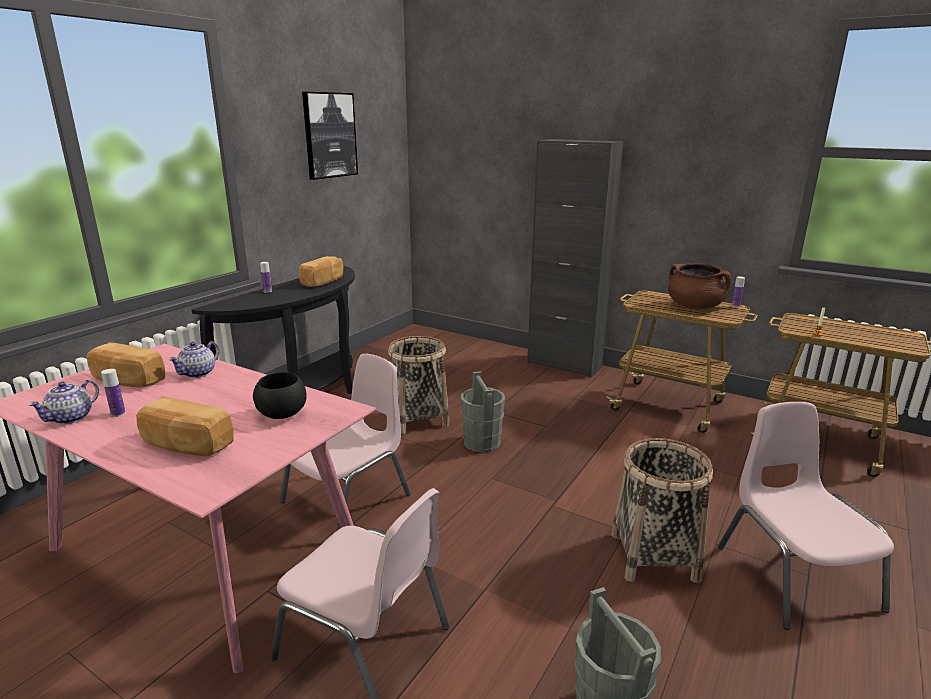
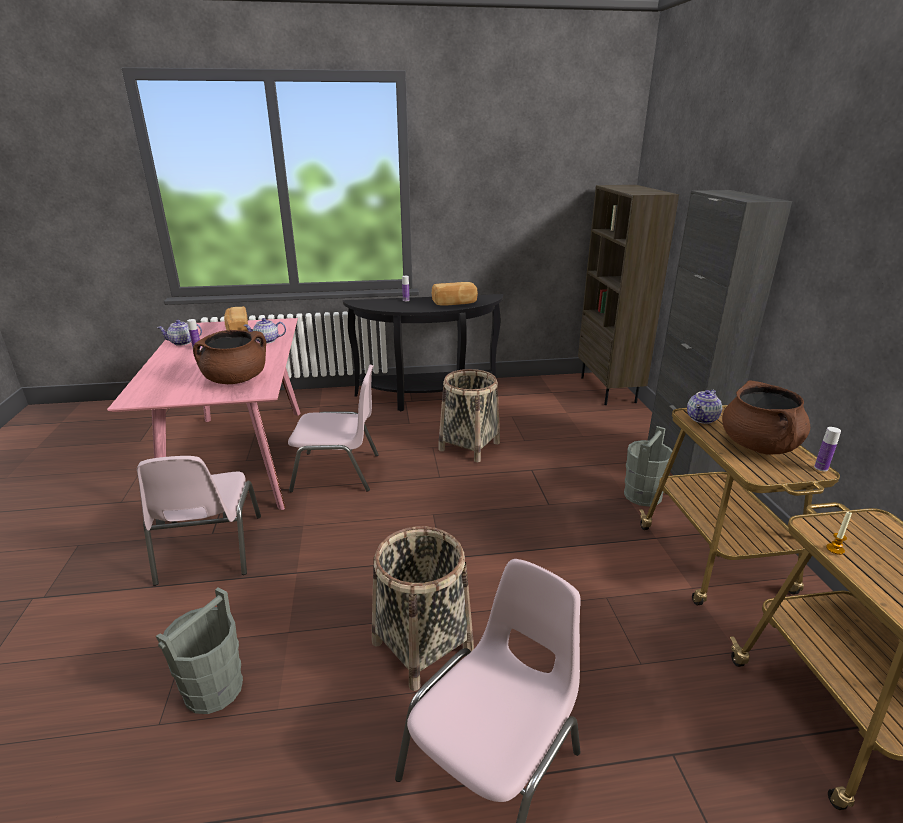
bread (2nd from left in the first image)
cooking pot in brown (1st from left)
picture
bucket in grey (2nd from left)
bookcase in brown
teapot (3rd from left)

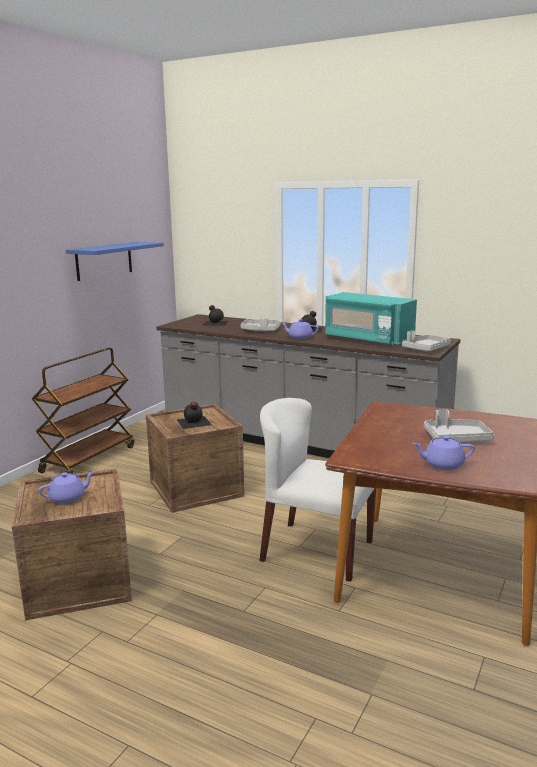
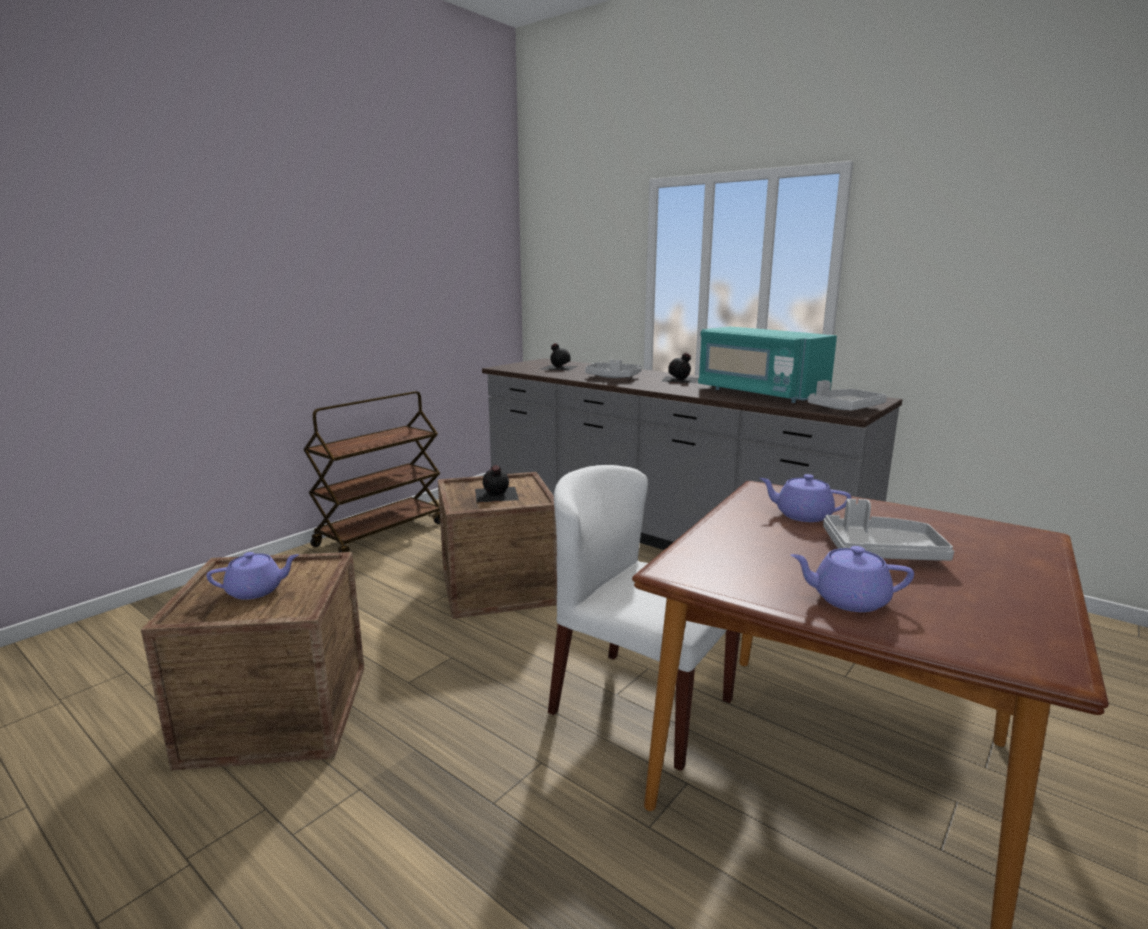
shelf in blue
teapot in purple (2nd from left)

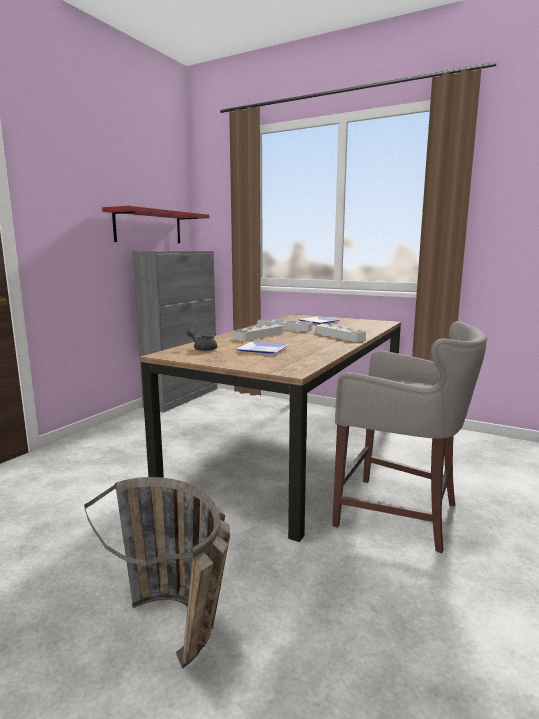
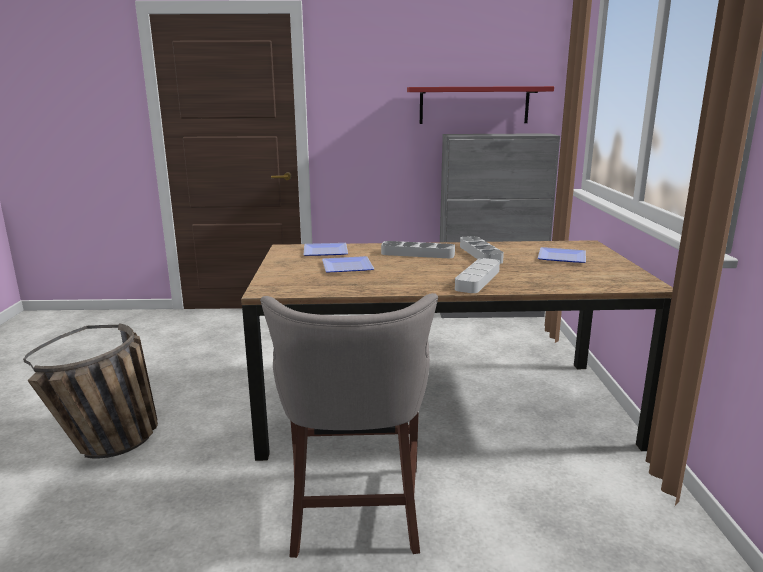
plate (1st from left)

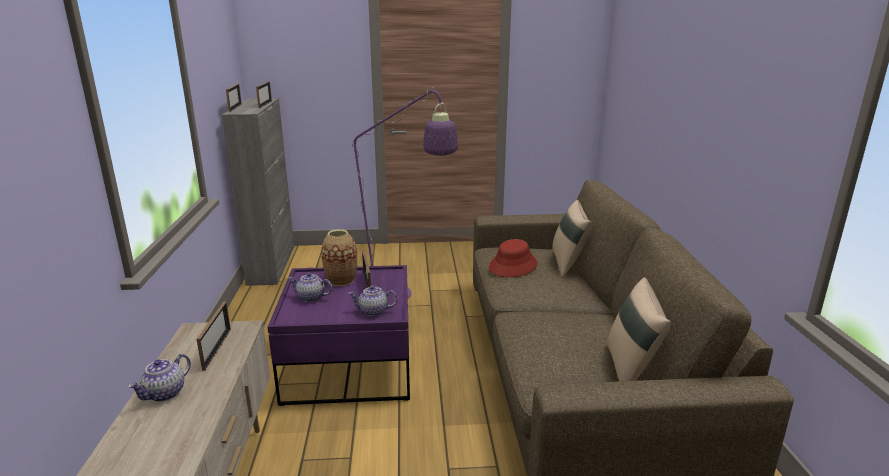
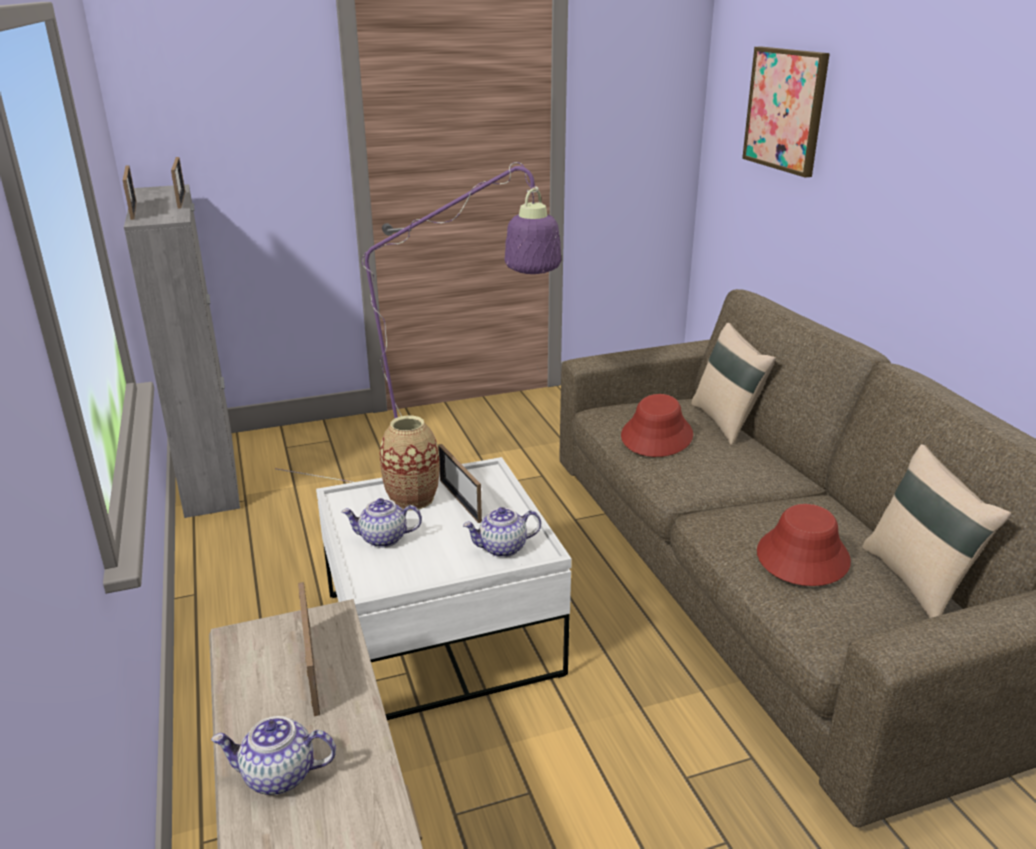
teapot (1st from left)
coffee table in white
picture
hat in red (2nd from left)

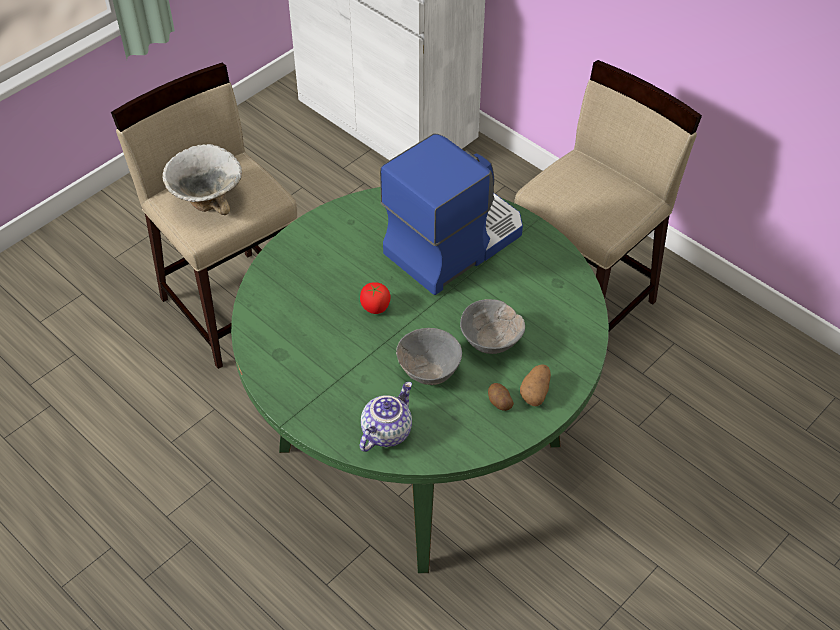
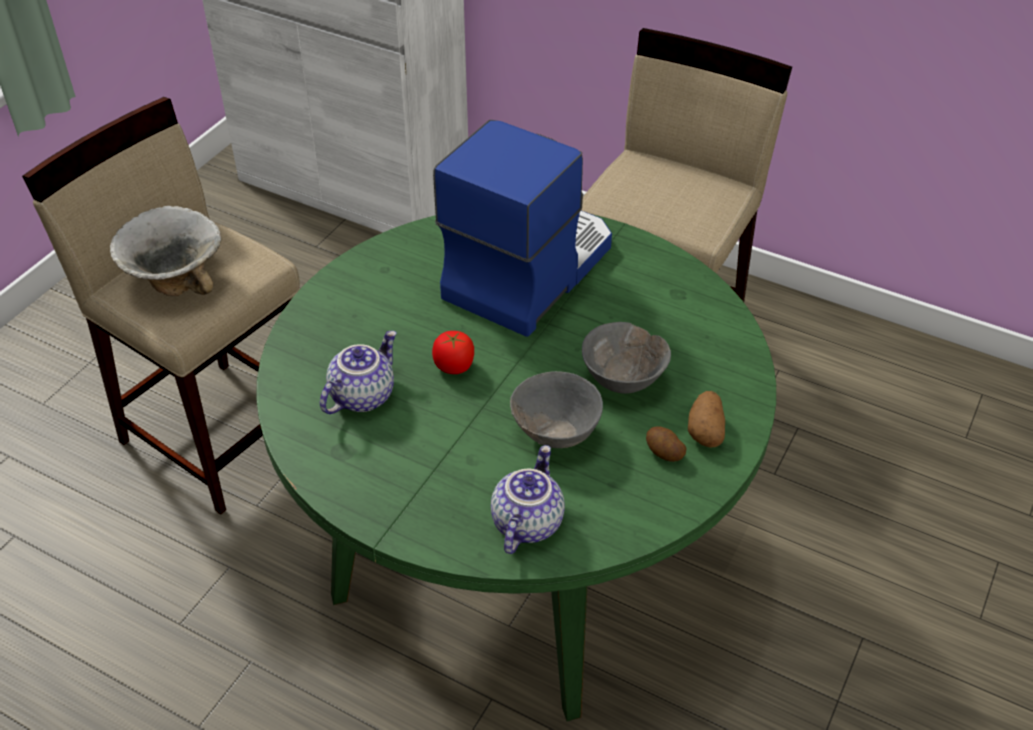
teapot (1st from left)

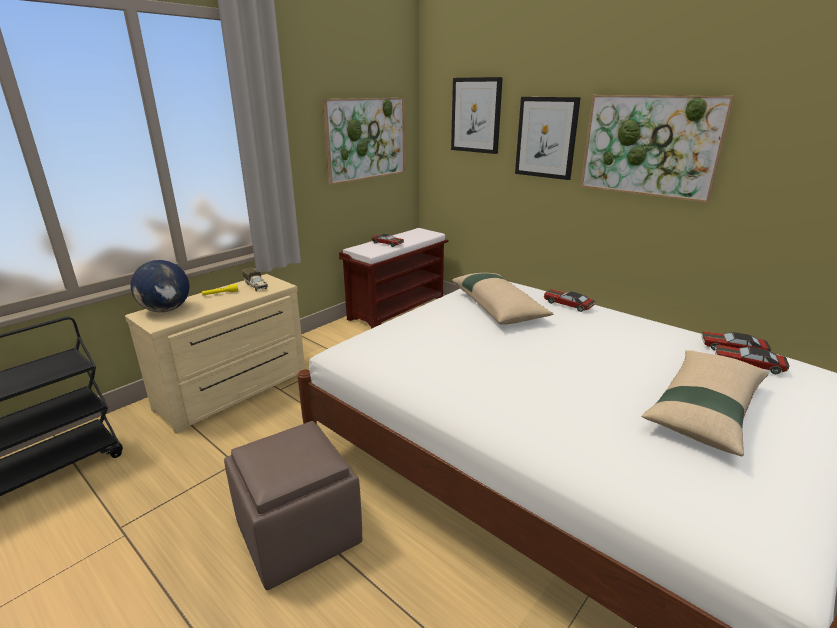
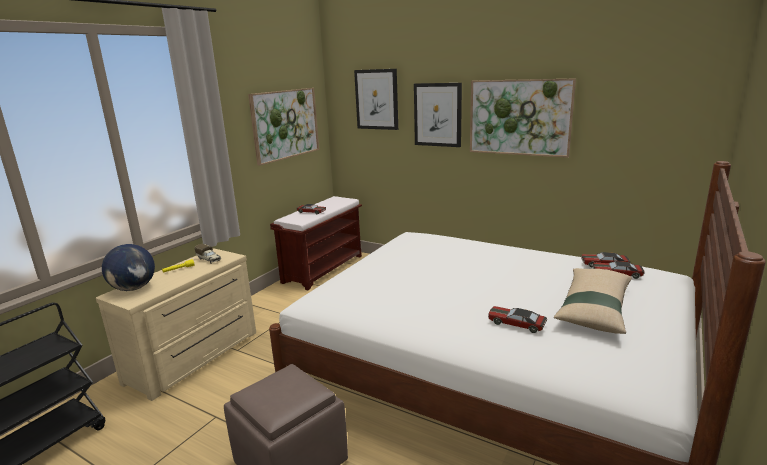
pillow in beige (1st from left in the first image)
toy car (2nd from left)

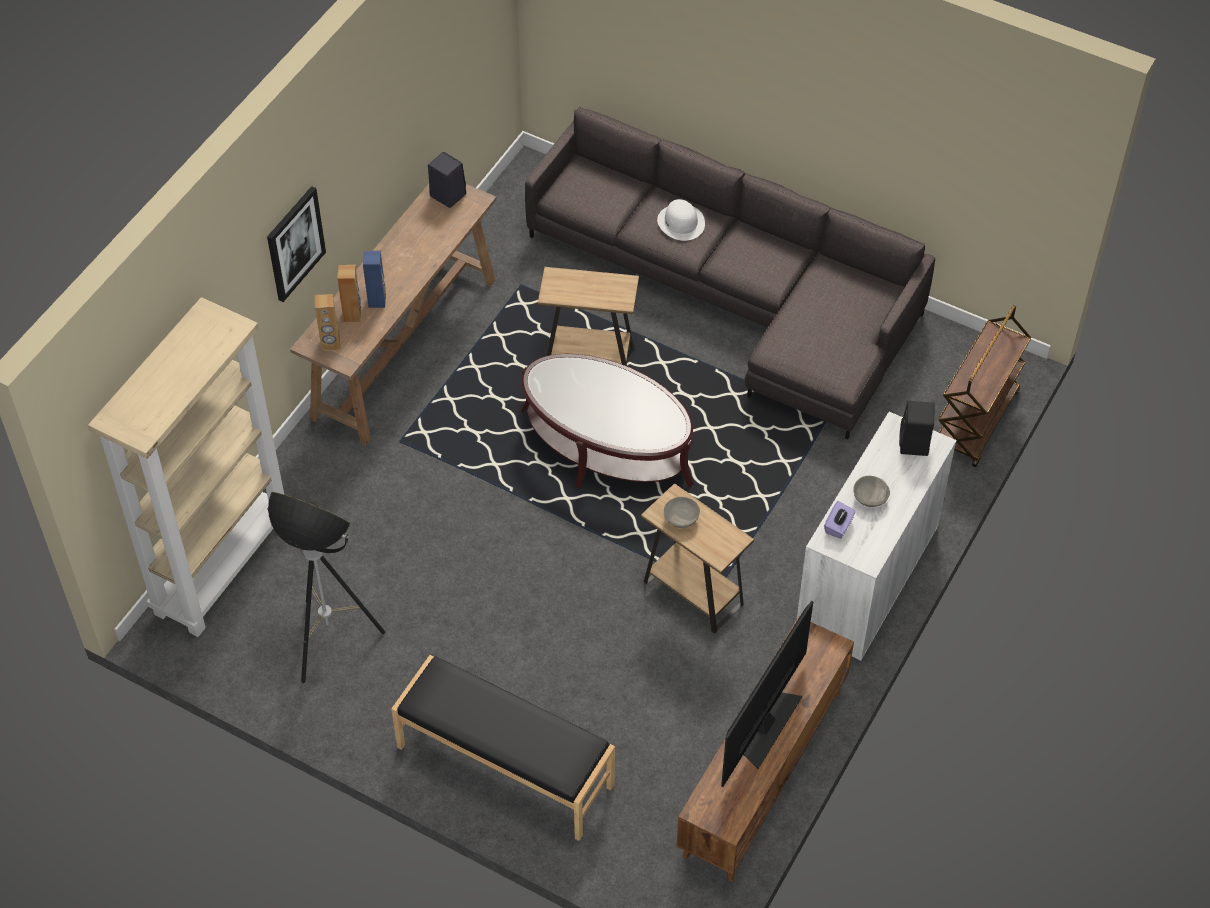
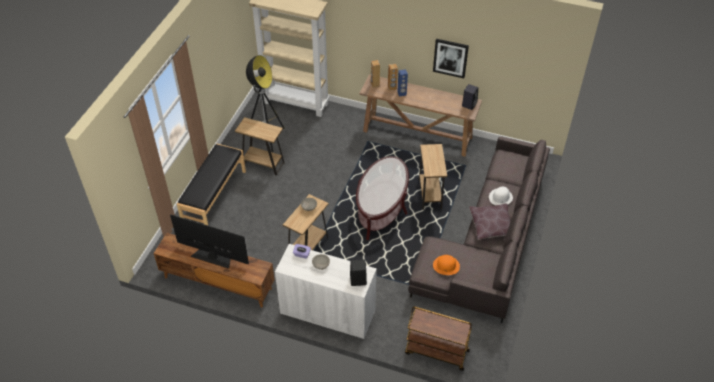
picture
side table in brown (1st from left)
hat in orange
pillow in brown

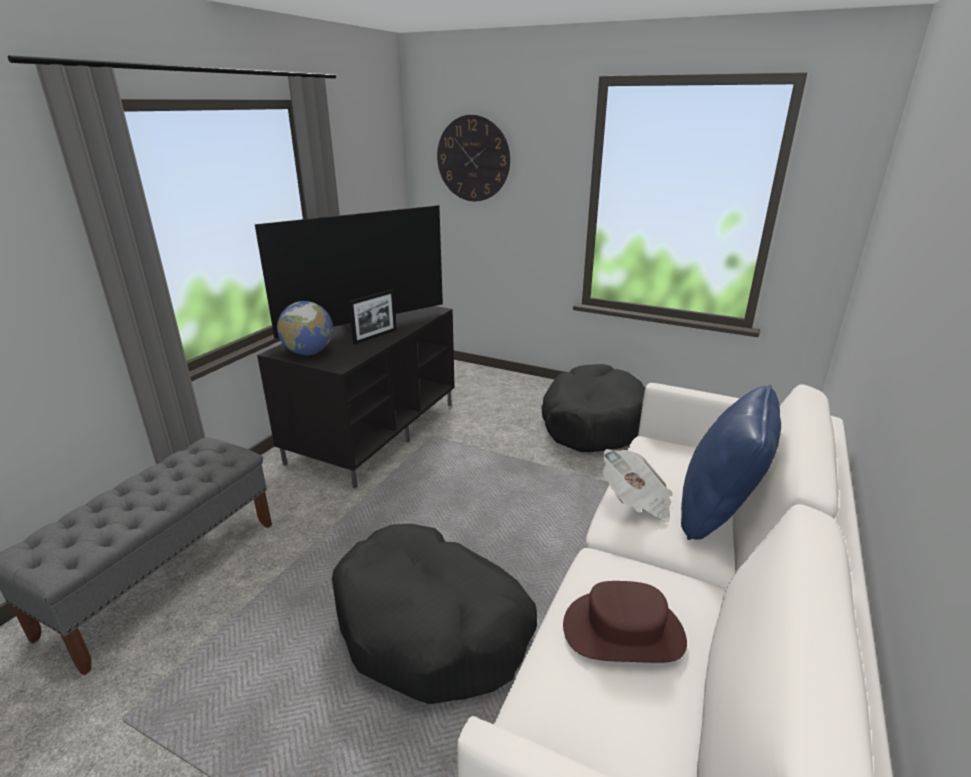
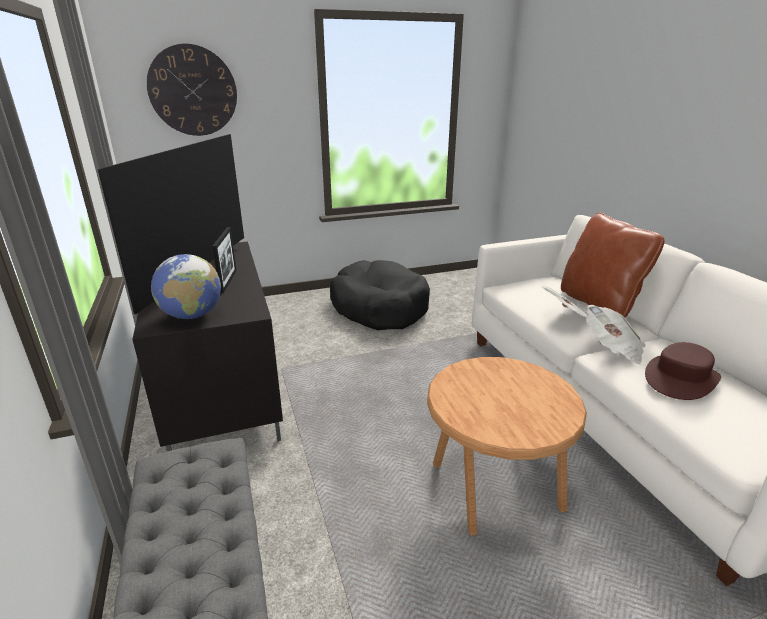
side table in brown
pillow in brown
newspaper (2nd from left)

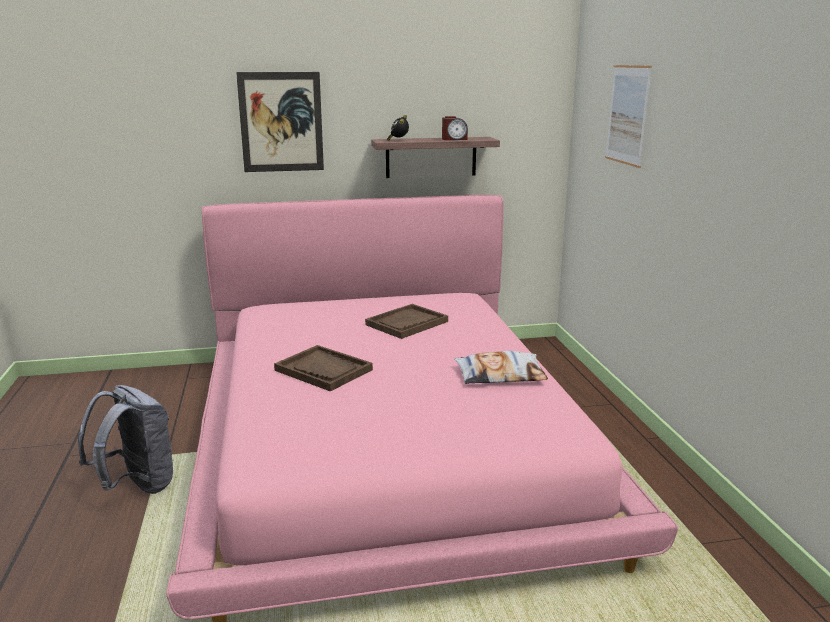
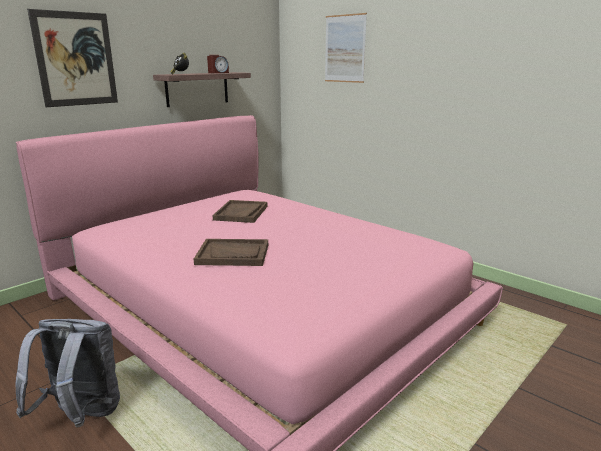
pillow

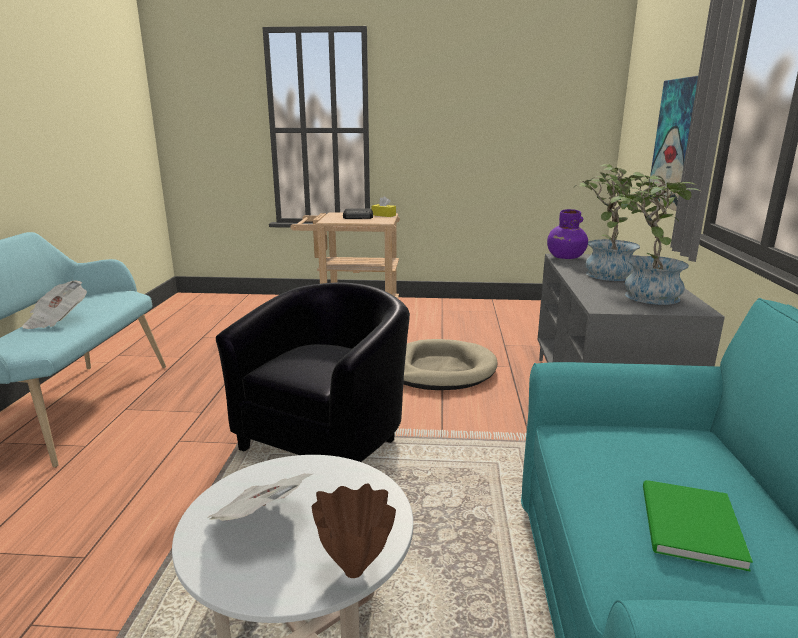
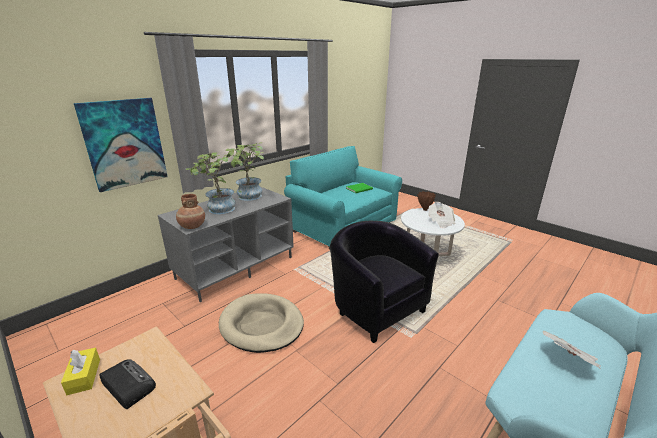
armchair in black
vase in brown (1st from left)

